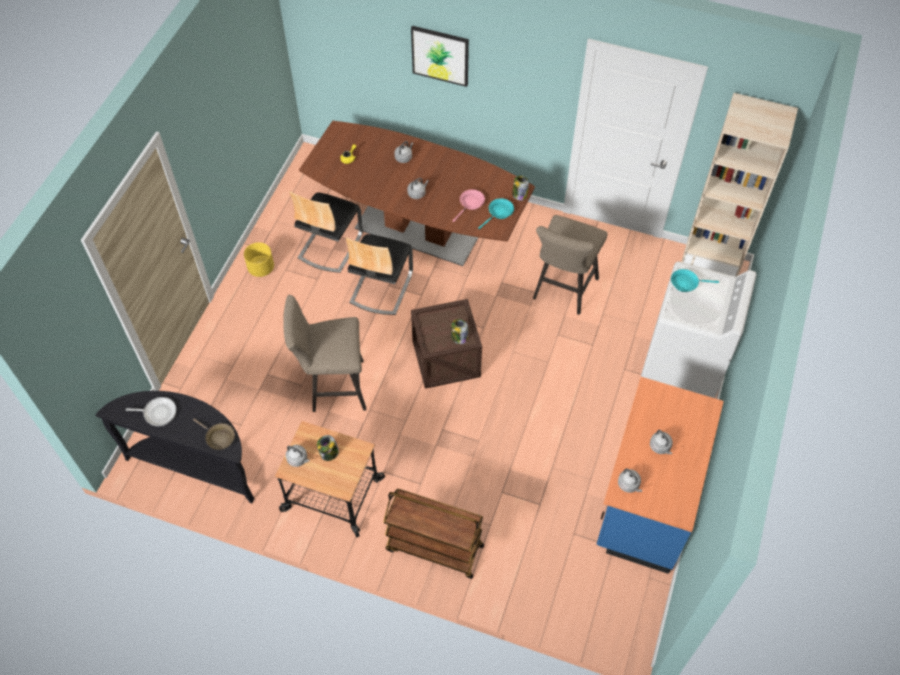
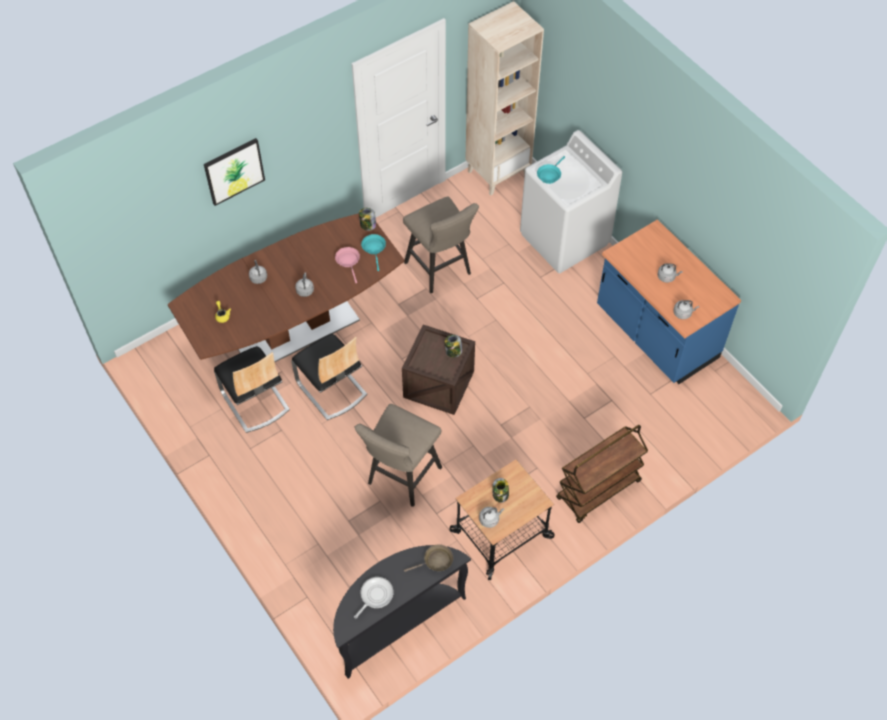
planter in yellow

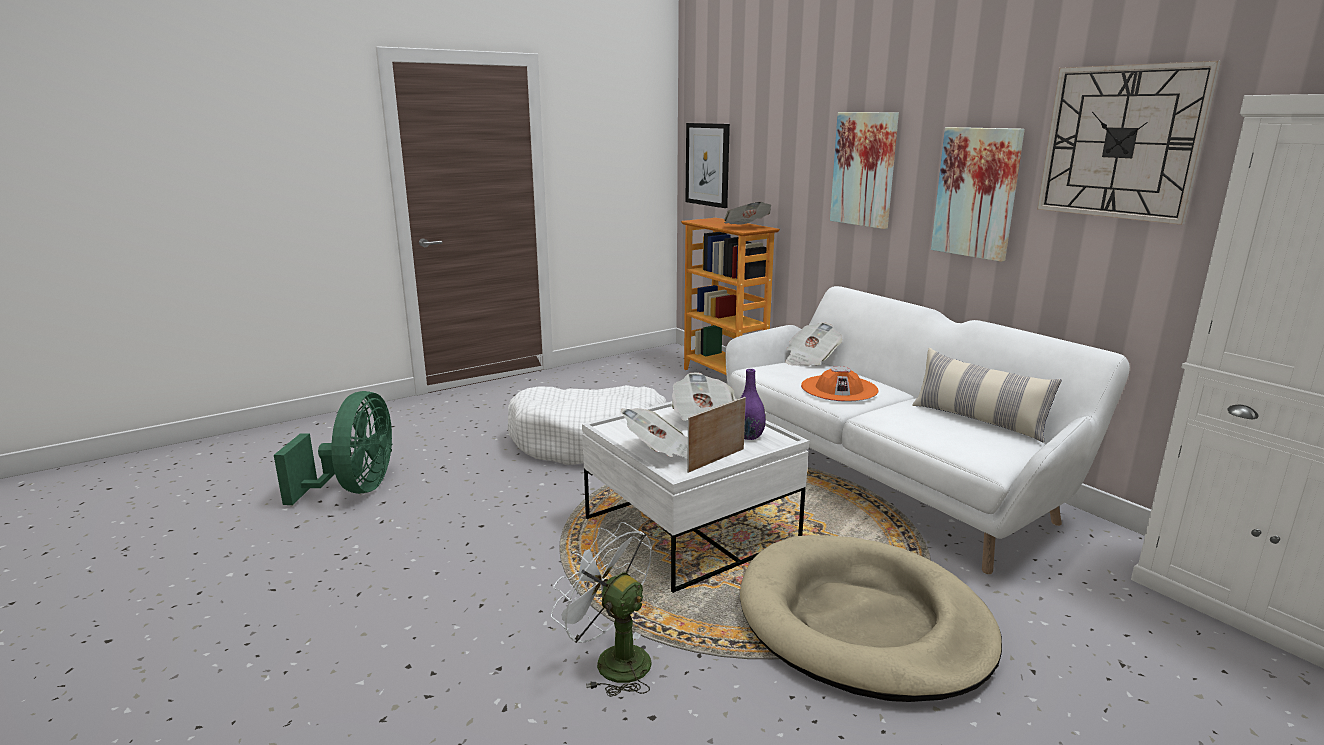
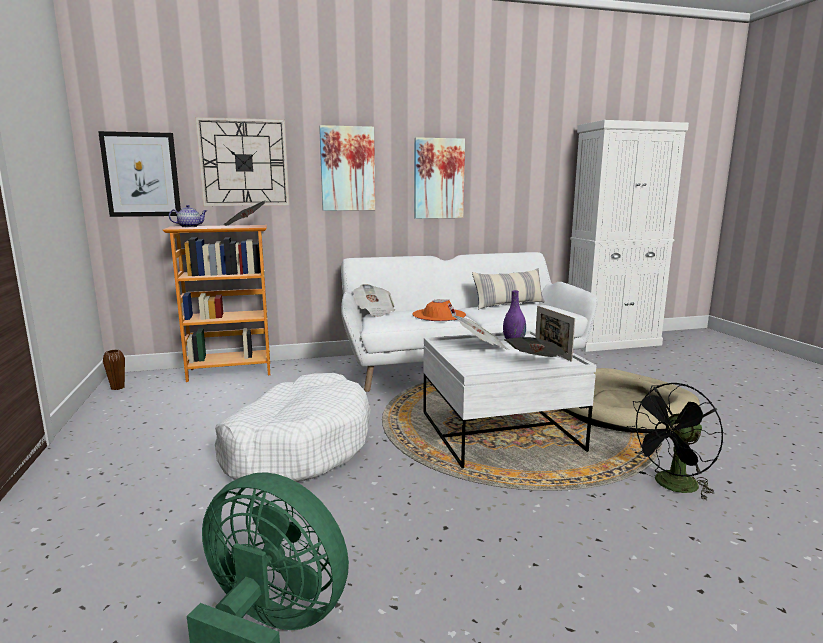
fan in black
wall clock
vase in brown
teapot

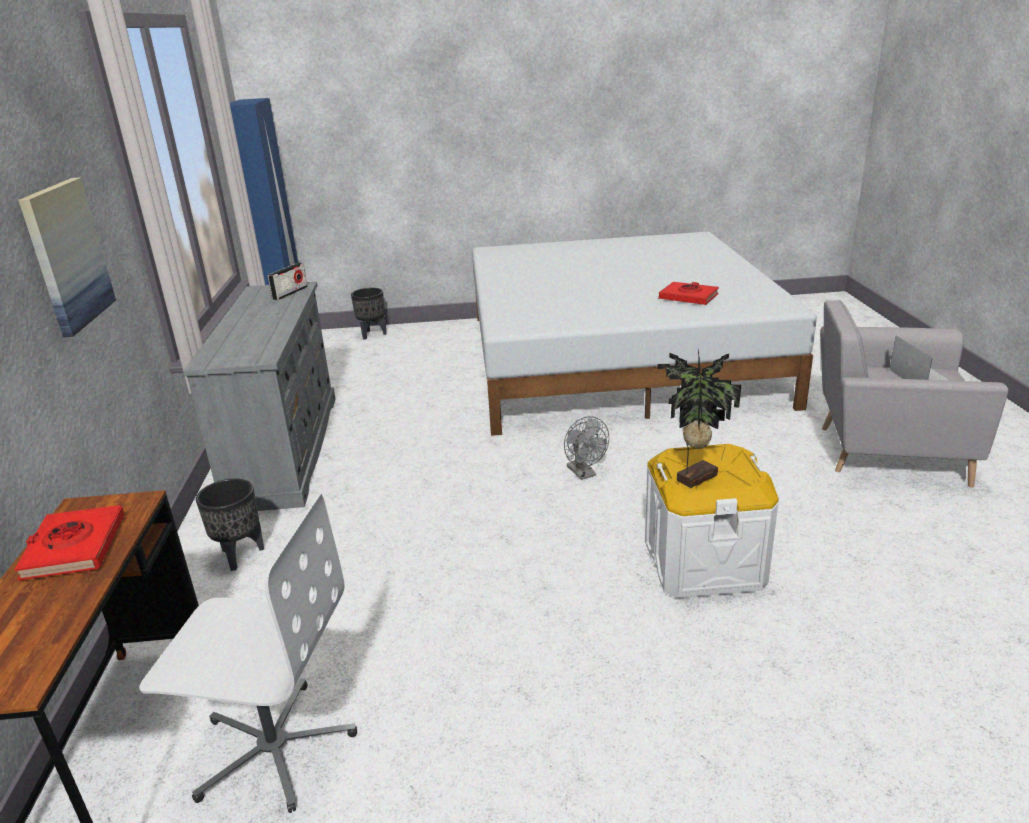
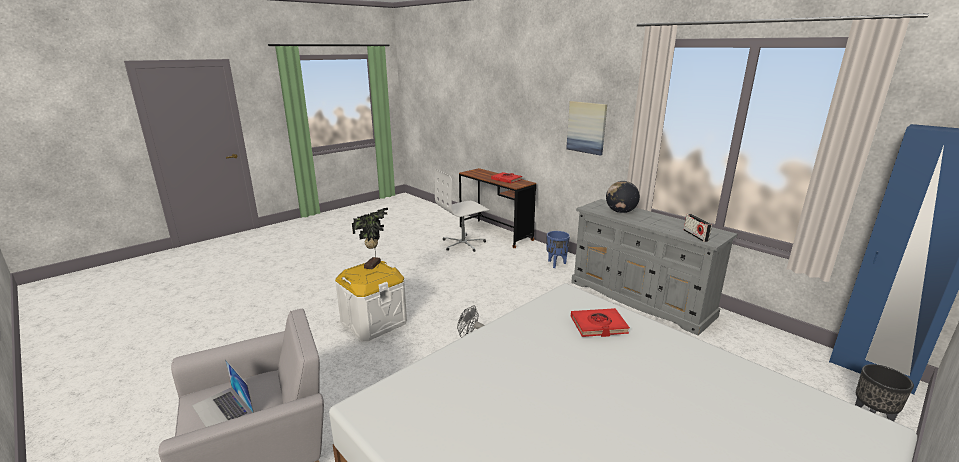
planter in blue
book in red (2nd from left)
globe

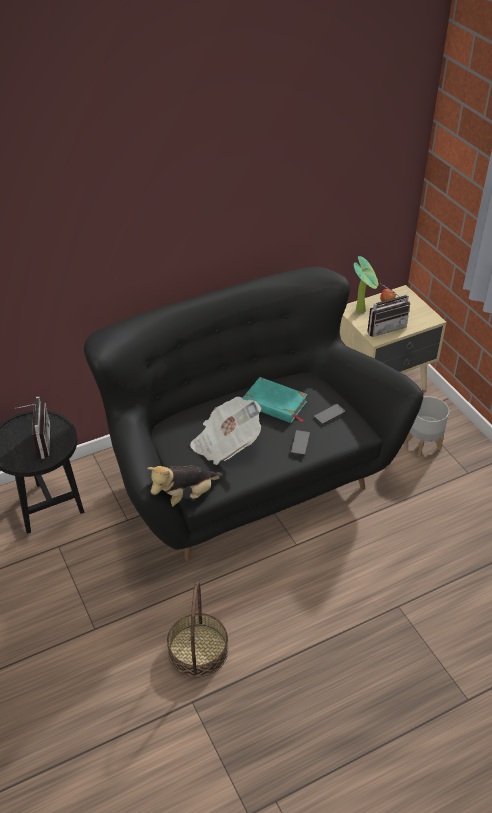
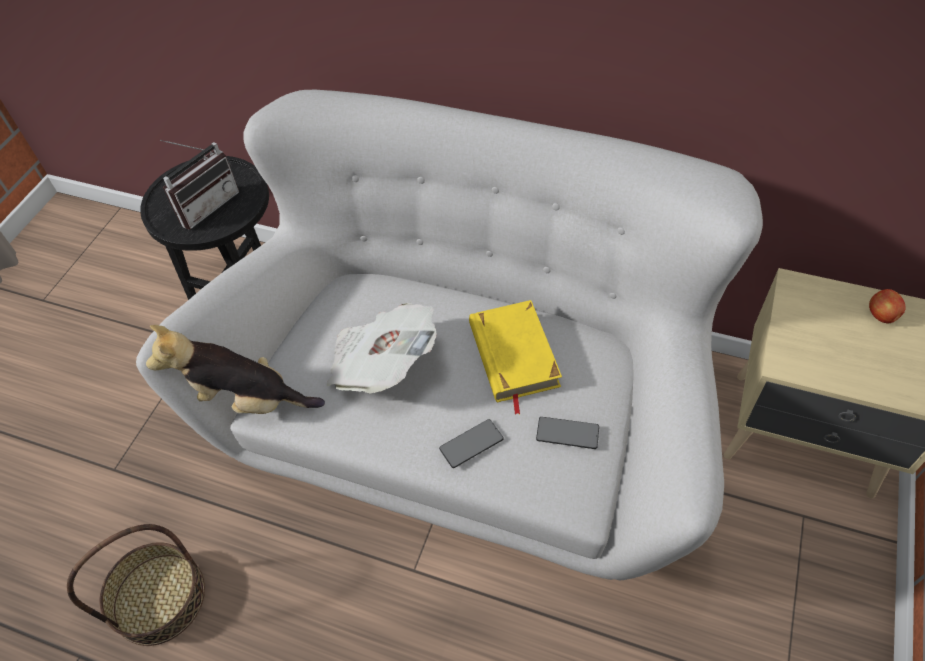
sofa in white
book in yellow
potted plant
radio (2nd from left in the first image)
planter in grey

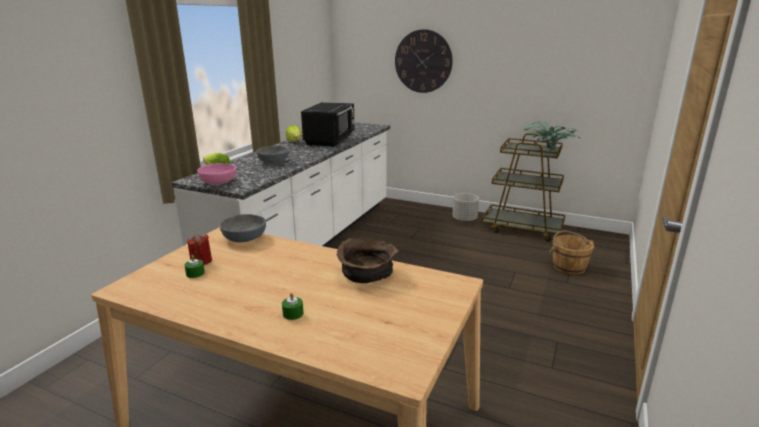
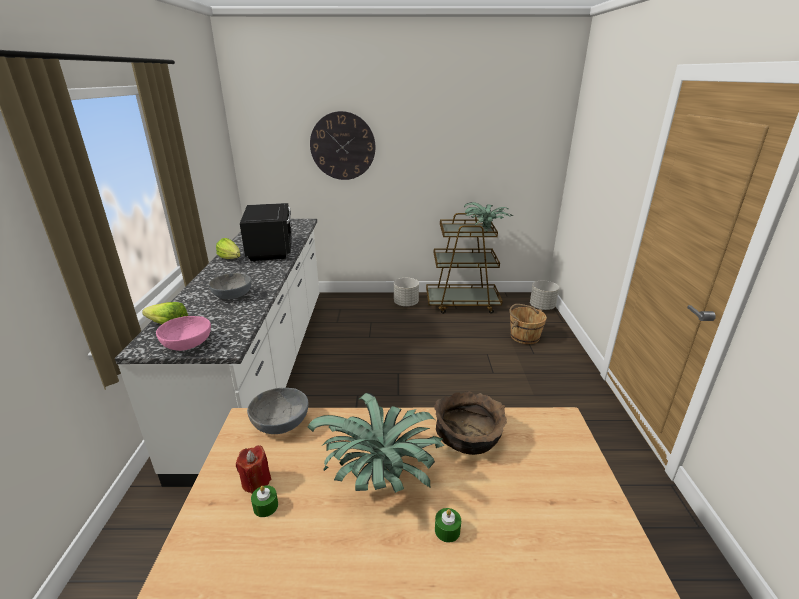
potted plant (1st from left)
planter in grey (2nd from left)

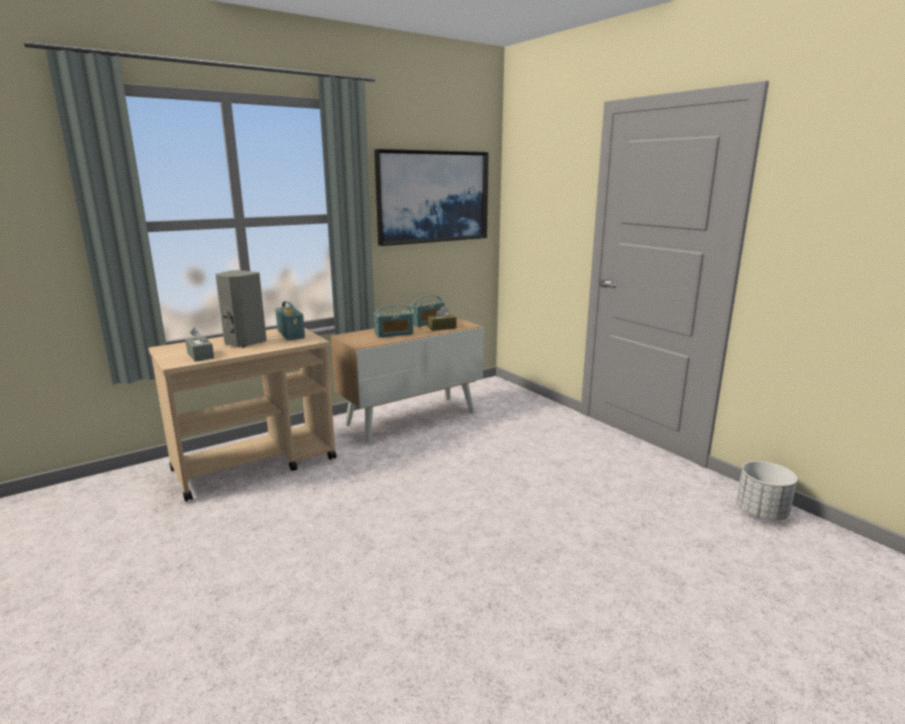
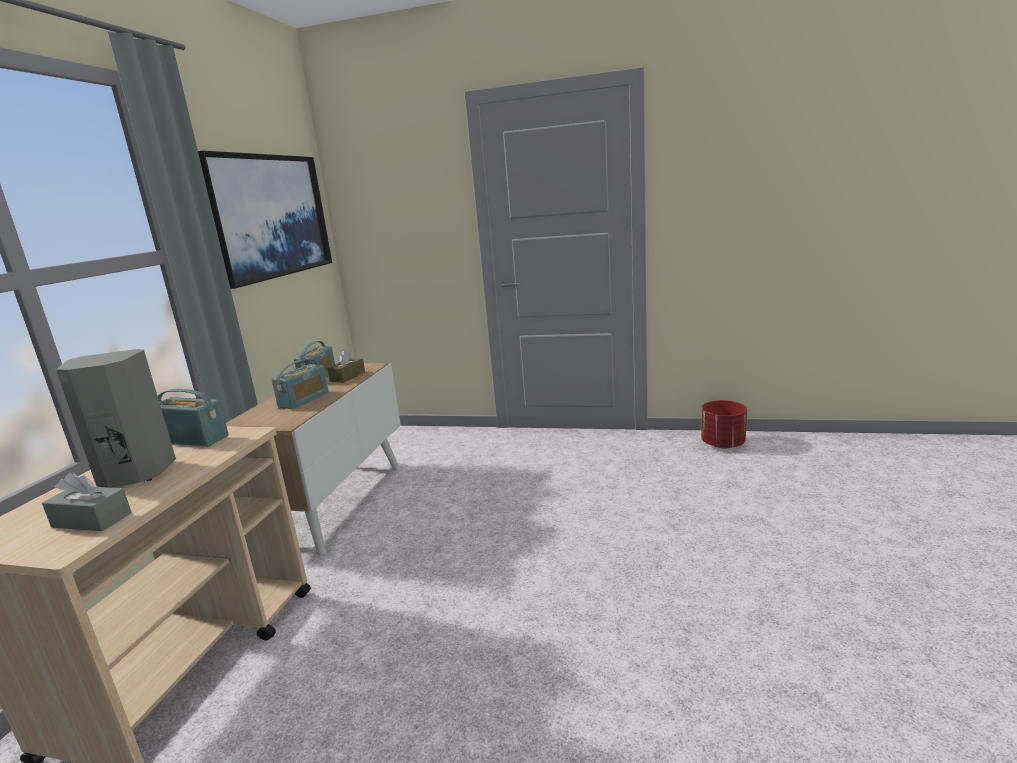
planter in red

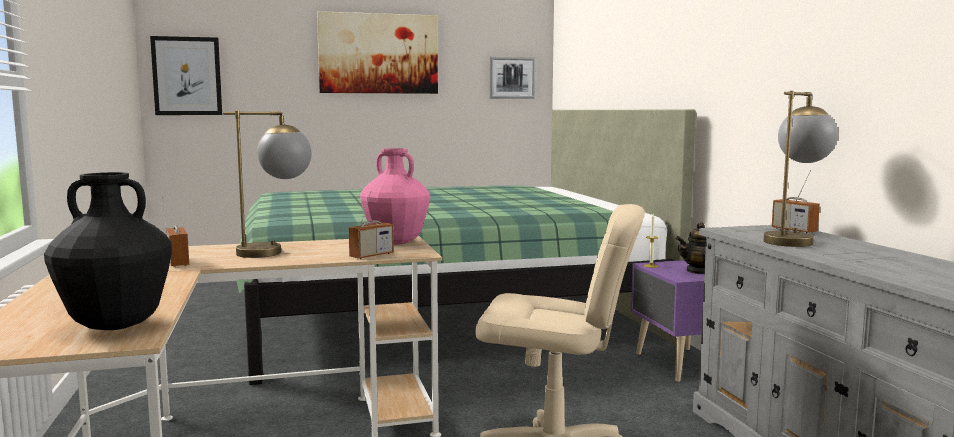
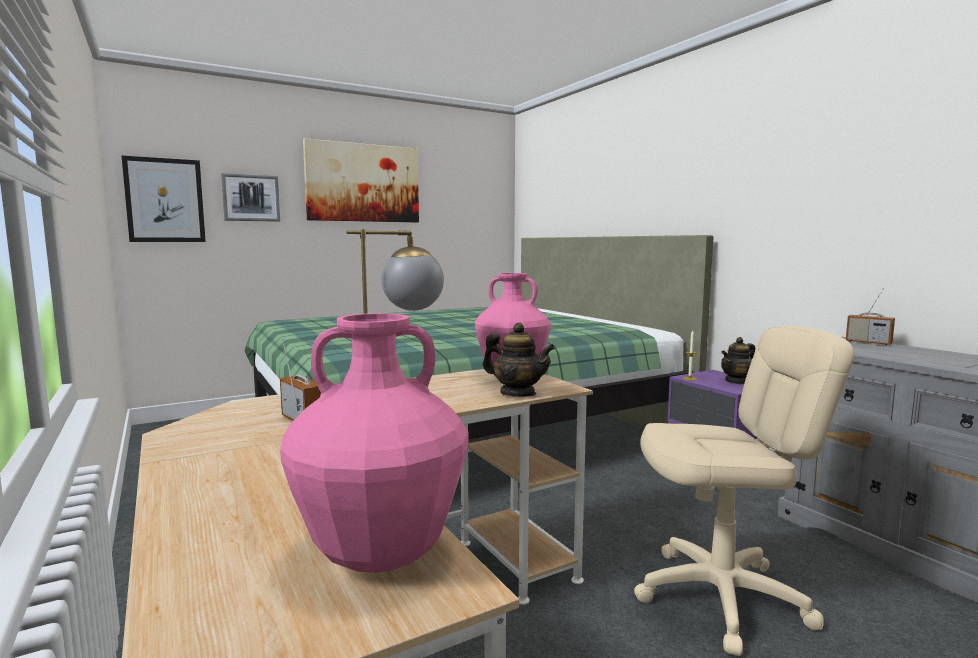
vase in pink (1st from left)
teapot (1st from left)
picture (2nd from left)
table lamp (2nd from left in the first image)

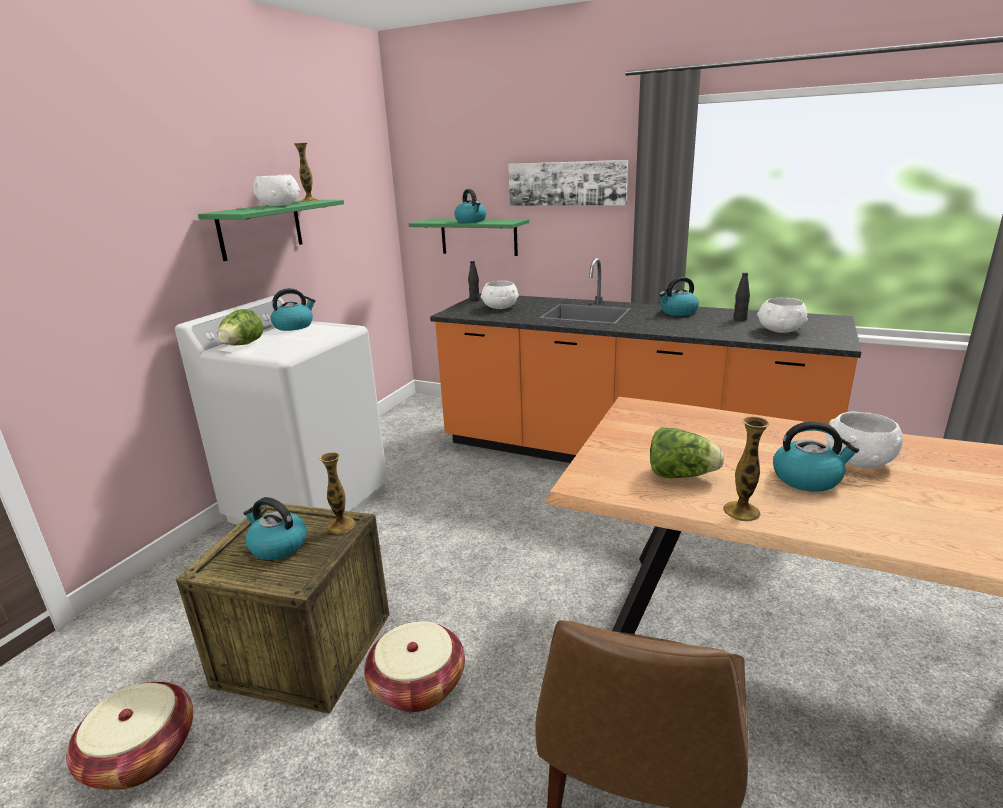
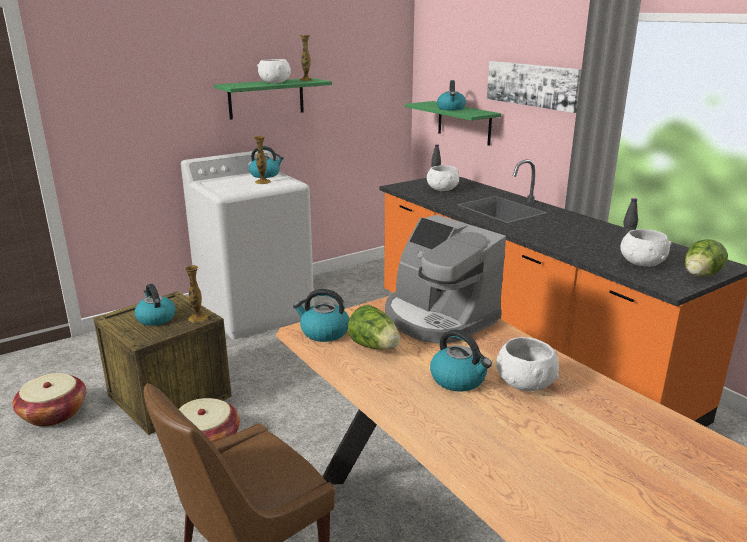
lettuce (2nd from left)
kettle (3rd from left)
vase (2nd from left)
coffee machine

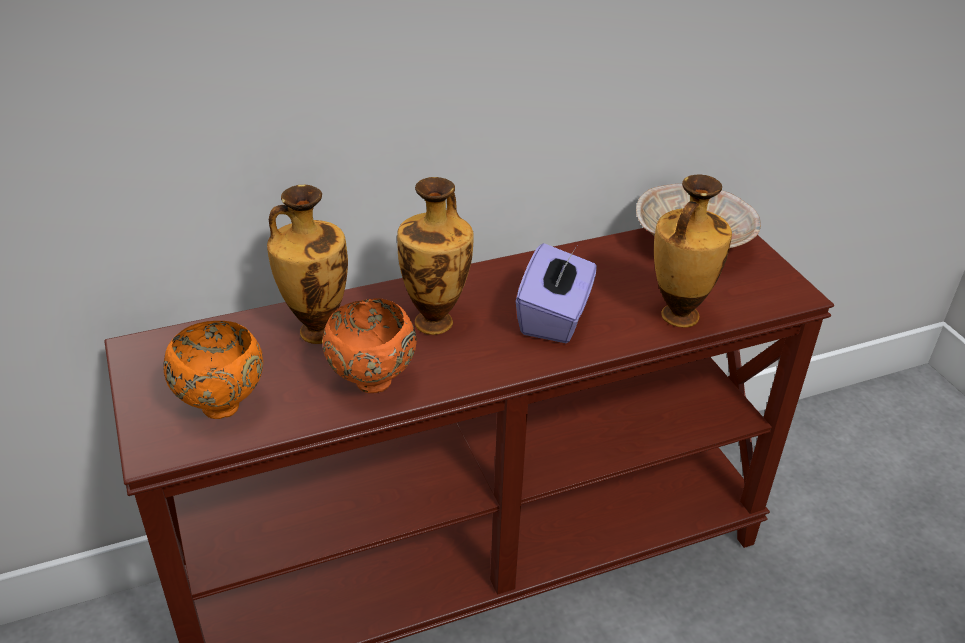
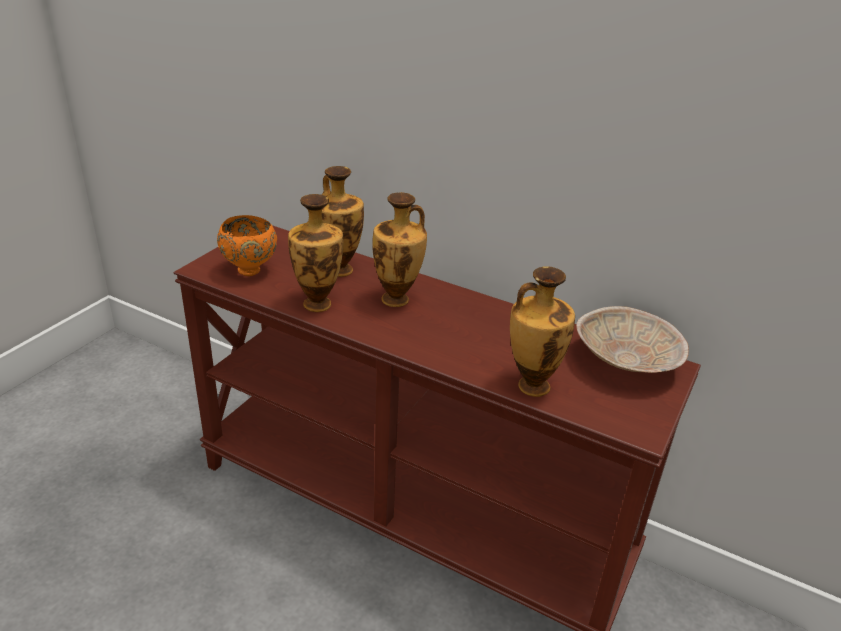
vase (1st from left)
tissue box in purple

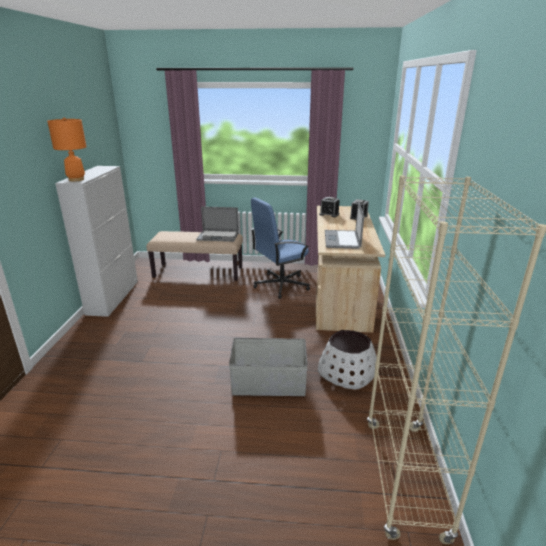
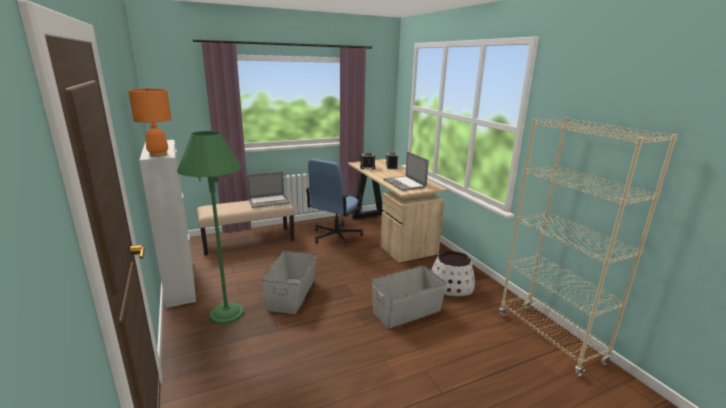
floor lamp in green
storage box in grey (1st from left)

